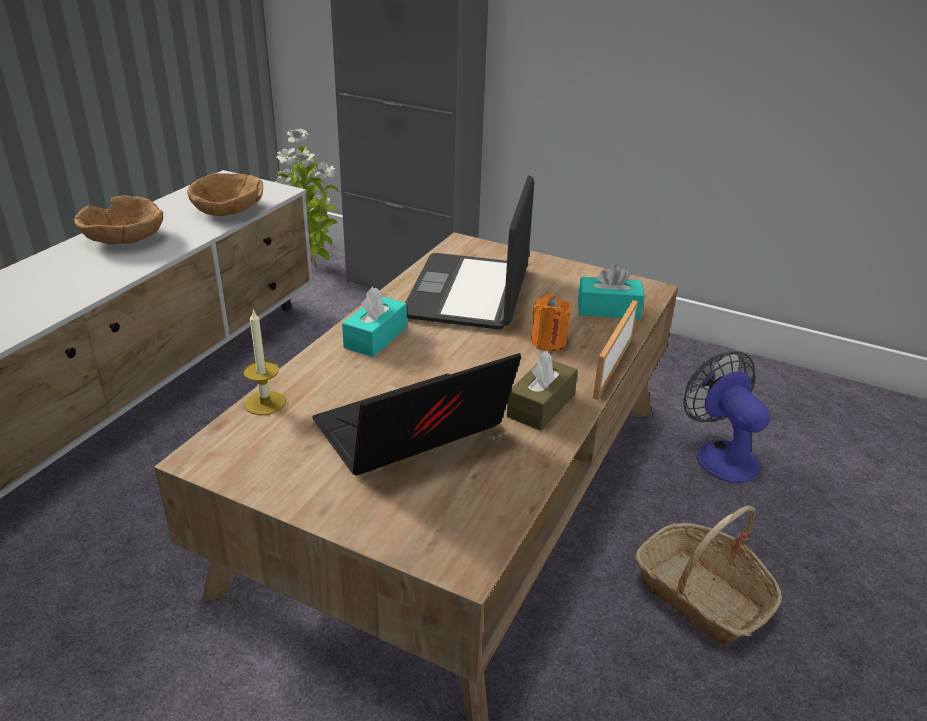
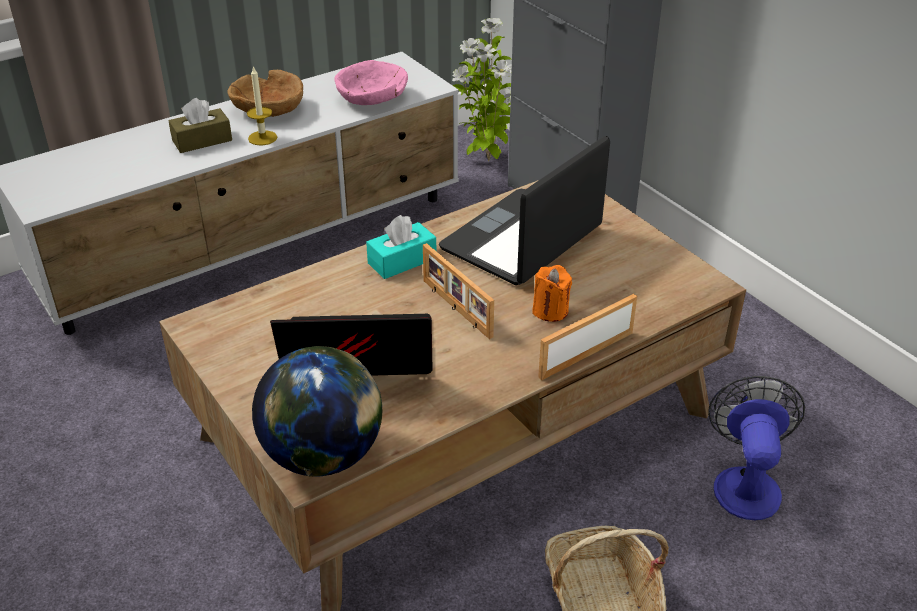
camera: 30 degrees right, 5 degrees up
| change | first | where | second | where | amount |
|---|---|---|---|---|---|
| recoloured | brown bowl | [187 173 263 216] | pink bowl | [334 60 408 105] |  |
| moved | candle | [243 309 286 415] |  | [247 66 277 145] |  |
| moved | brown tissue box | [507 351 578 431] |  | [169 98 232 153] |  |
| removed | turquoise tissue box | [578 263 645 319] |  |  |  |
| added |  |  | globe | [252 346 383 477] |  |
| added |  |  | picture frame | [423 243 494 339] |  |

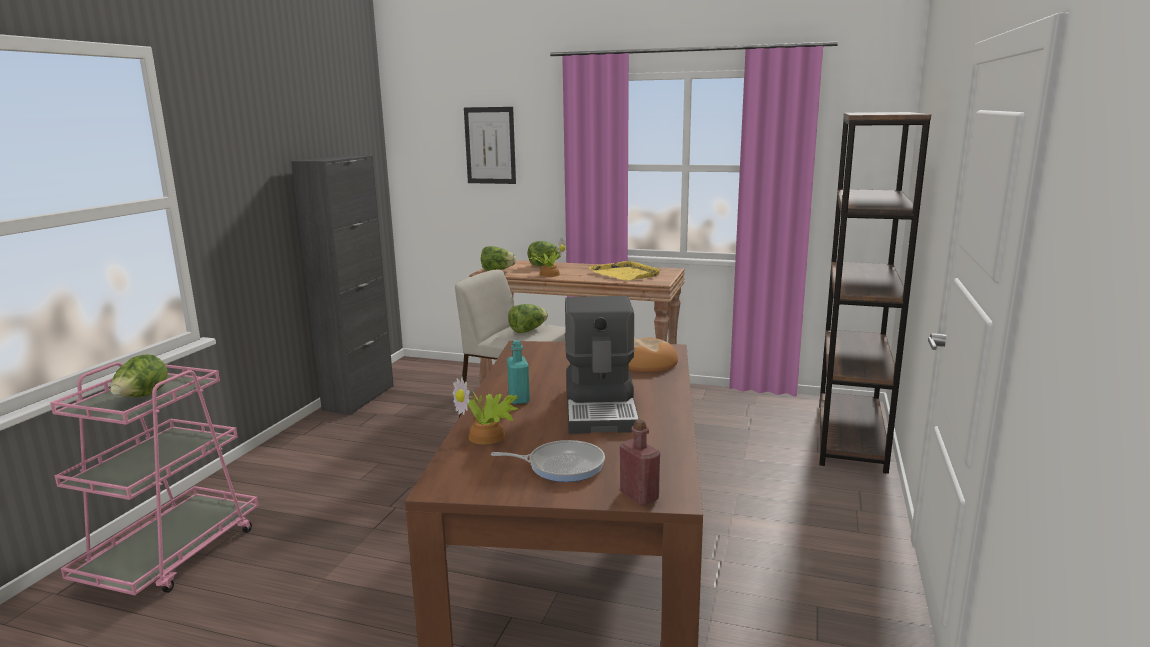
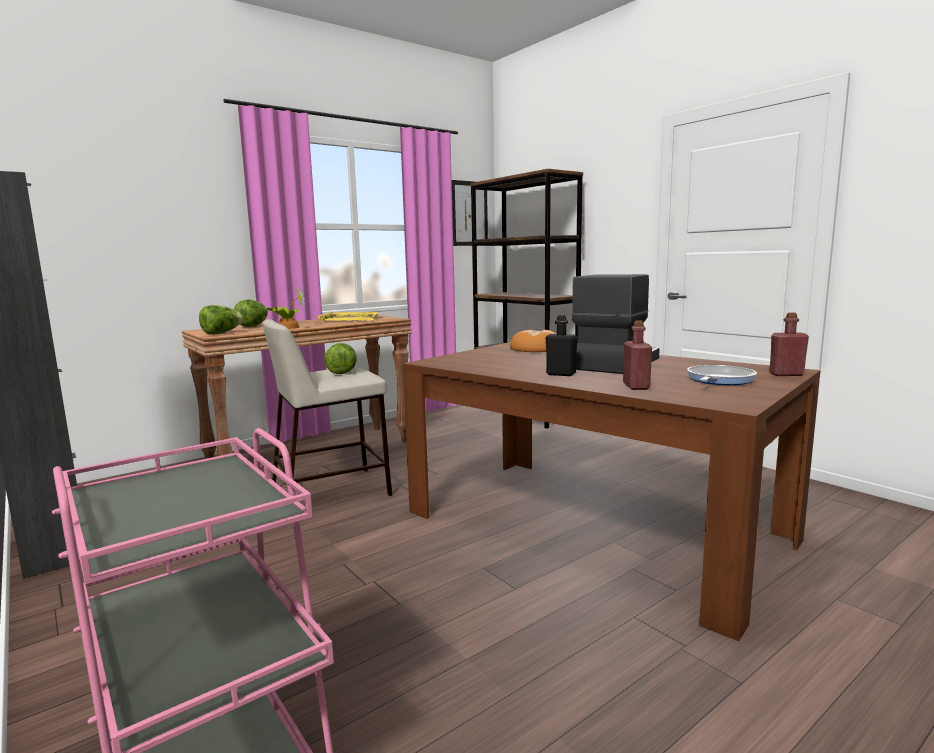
camera: 55 degrees left, 5 degrees down
| change | first | where | second | where | amount |
|---|---|---|---|---|---|
| removed | lettuce | [110 354 168 397] |  |  |  |
| replaced | potted plant | [453 377 518 444] | red bottle | [623 320 652 390] |  |
| moved | picture | [464 107 516 184] |  | [452 180 488 246] |  |
| recoloured | turquoise bottle | [507 340 530 404] | black bottle | [545 315 578 376] |  |
| turned | coffee machine | [565 296 639 434] |  | [572 274 660 374] | 90 degrees counterclockwise |

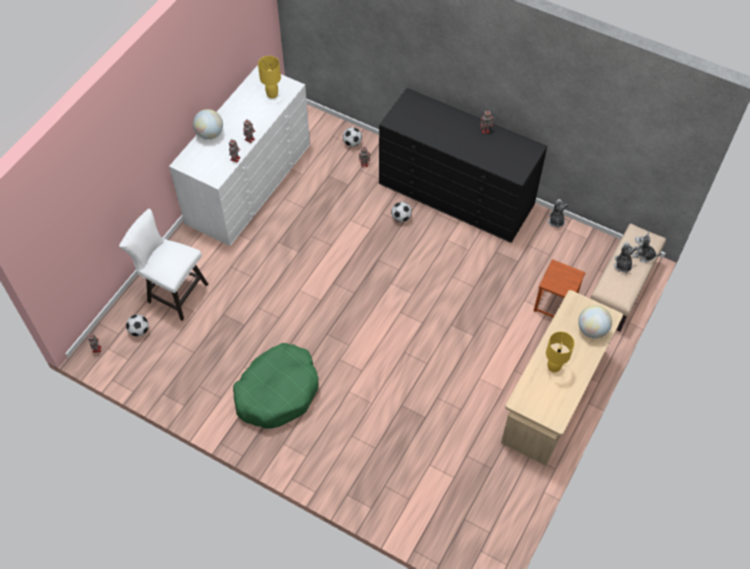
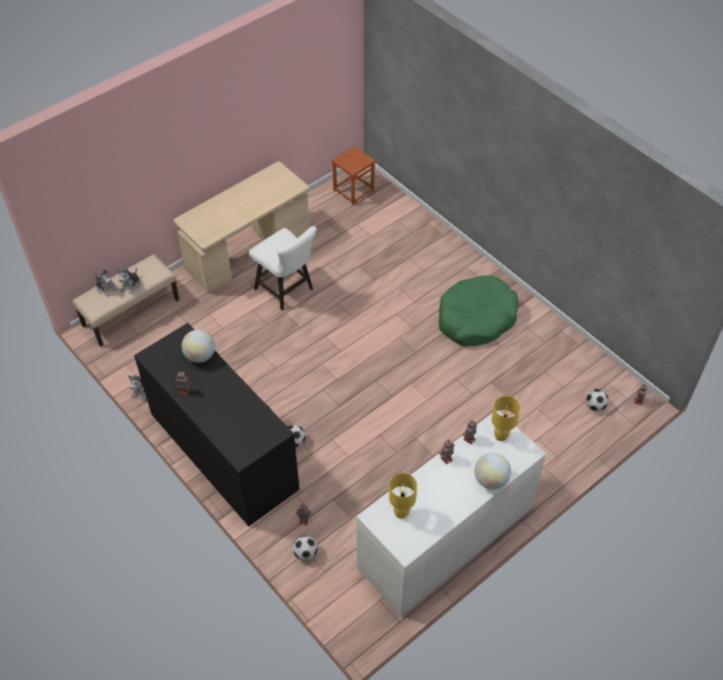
camera: 160 degrees left, 5 degrees down
| change | first | where | second | where | amount |
|---|---|---|---|---|---|
| moved | white chair | [119 209 208 321] |  | [249 226 317 311] |  |
| moved | brown stool | [533 259 585 318] |  | [332 146 375 205] |  |
| moved | yellow table lamp | [546 331 575 372] |  | [492 396 520 441] |  |
| moved | globe | [578 305 612 338] |  | [182 330 215 363] |  |

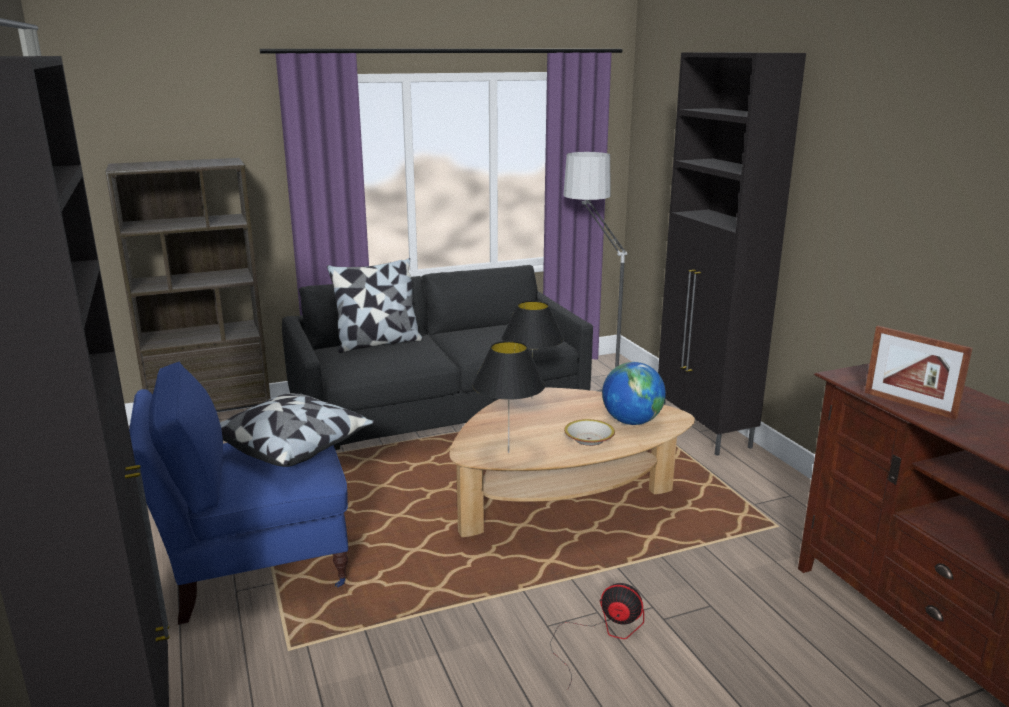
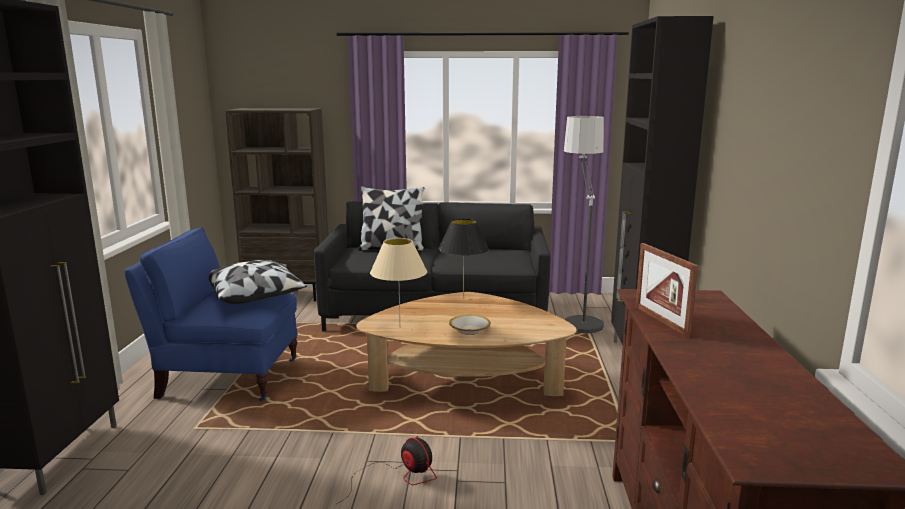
camera: 25 degrees right, 5 degrees down
| change | first | where | second | where | amount |
|---|---|---|---|---|---|
| recoloured | black table lamp | [473 341 545 453] | beige table lamp | [370 238 427 321] |  |
| removed | globe | [602 362 666 425] |  |  |  |

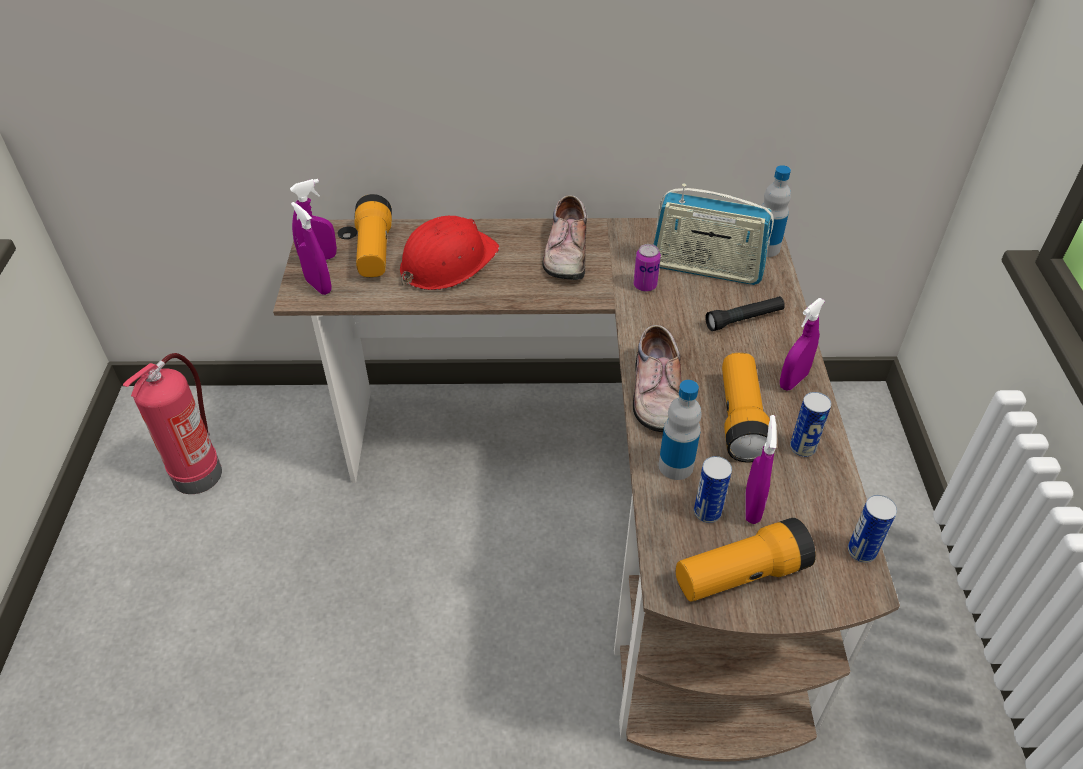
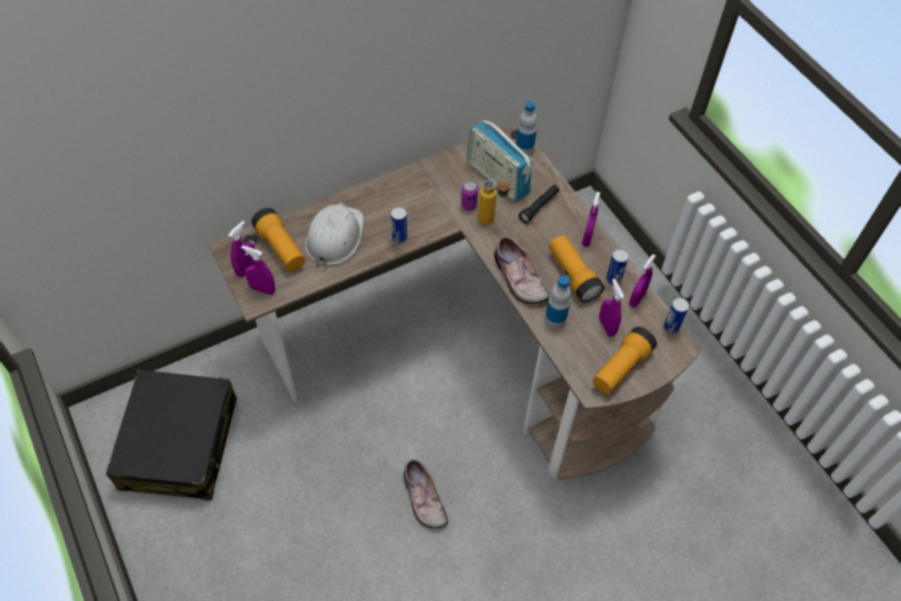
camera: 30 degrees left, 10 degrees up
| change | first | where | second | where | amount |
|---|---|---|---|---|---|
| replaced | fire extinguisher | [123 353 222 494] | black suitcase | [106 370 237 500] |  |
| recoloured | red hard hat | [400 216 500 290] | white hard hat | [305 203 364 267] |  |
| moved | shoe | [542 195 587 280] |  | [404 459 448 529] |  |
| turned | radio | [653 183 774 285] |  | [467 120 532 202] | 60 degrees clockwise |
| moved | can | [694 456 732 523] |  | [391 207 407 244] |  |
| added |  |  | bottle | [478 180 511 225] |  |
| added |  |  | purple spray bottle | [629 254 656 307] |  |

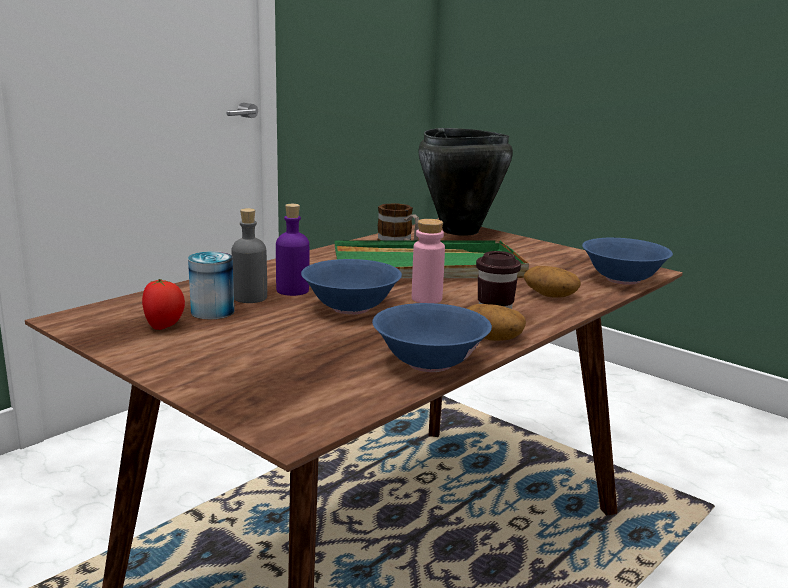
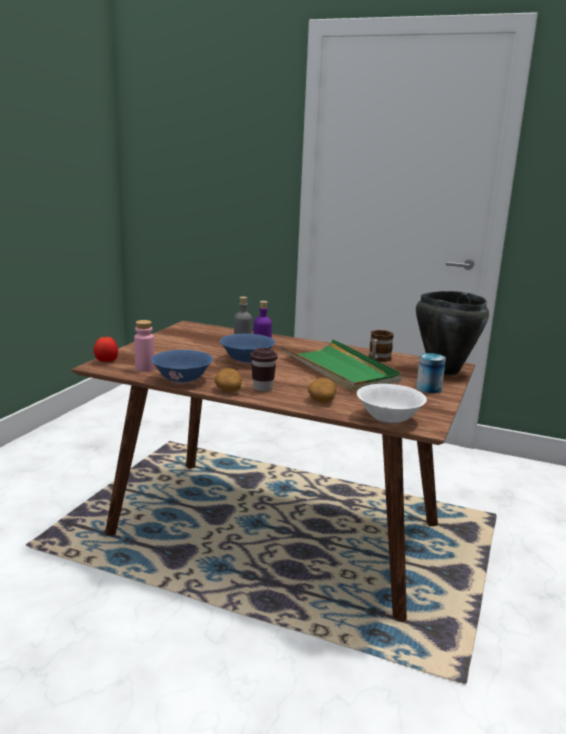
camera: 70 degrees right, 0 degrees up
| change | first | where | second | where | amount |
|---|---|---|---|---|---|
| moved | tomato | [142 279 185 330] |  | [94 336 118 362] |  |
| moved | can | [188 251 234 319] |  | [416 353 446 394] |  |
| moved | pink bottle | [412 219 445 303] |  | [134 320 155 372] |  |
| recoloured | blue bowl | [582 238 673 285] | white bowl | [357 384 427 424] |  |

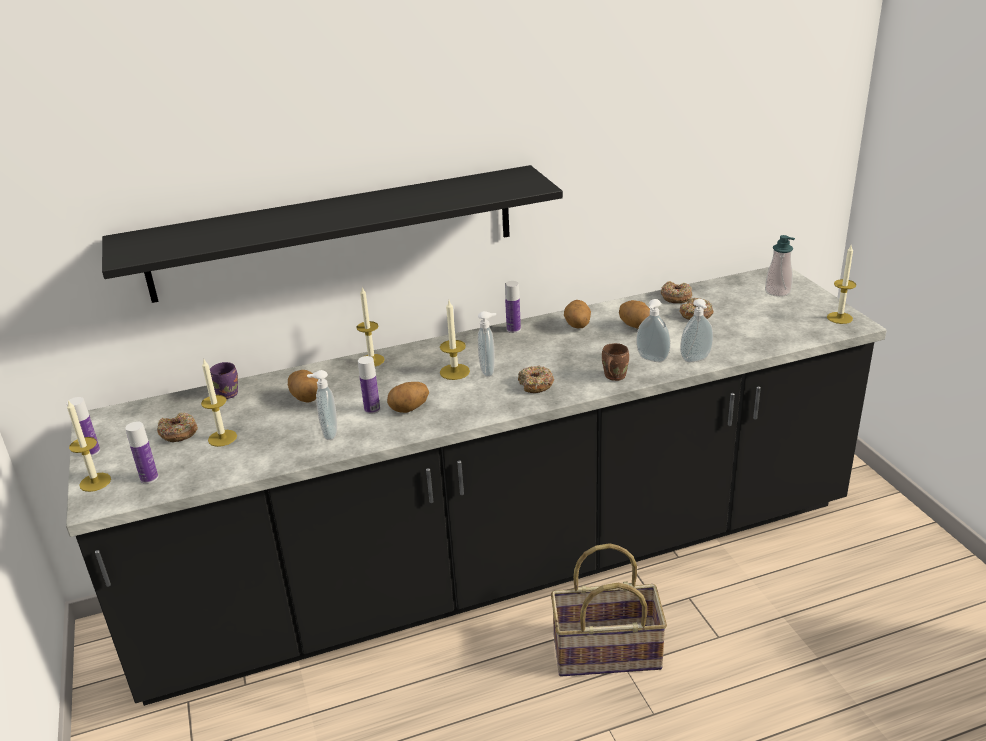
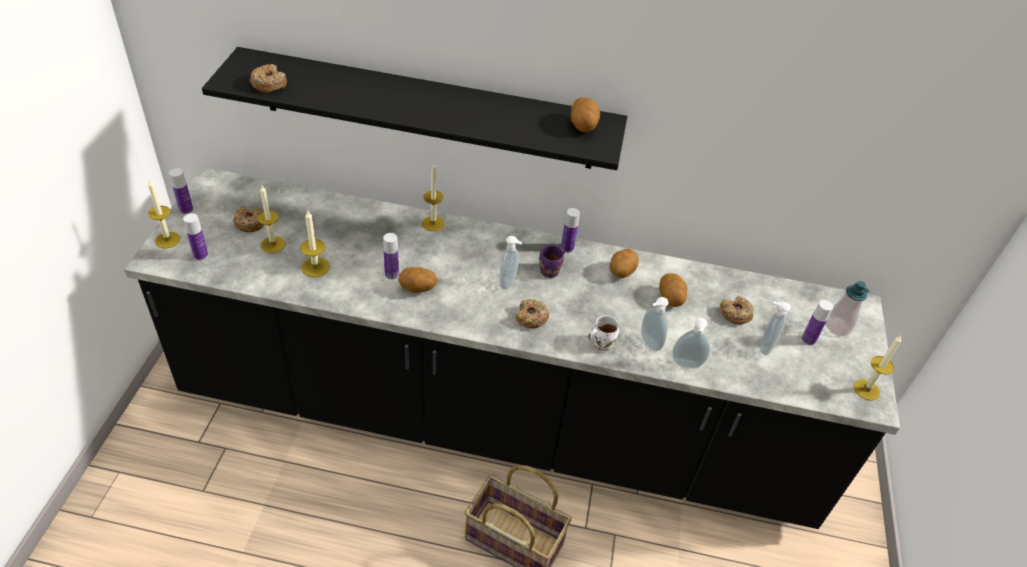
camera: 25 degrees right, 15 degrees up
| change | first | where | second | where | amount |
|---|---|---|---|---|---|
| moved | purple mug | [210 362 238 399] |  | [539 245 565 278] |  |
| moved | potato | [288 370 318 403] |  | [571 98 600 132] |  |
| moved | soap dispenser | [307 370 337 440] |  | [760 301 791 355] |  |
| moved | candle | [440 300 470 380] |  | [300 211 330 277] |  |
| recoloured | brown mug | [602 343 629 381] | white mug | [589 315 619 351] |  |
| moved | donut | [661 281 692 303] |  | [250 64 287 93] |  |
| added |  |  | bottle | [801 300 833 346] |  |

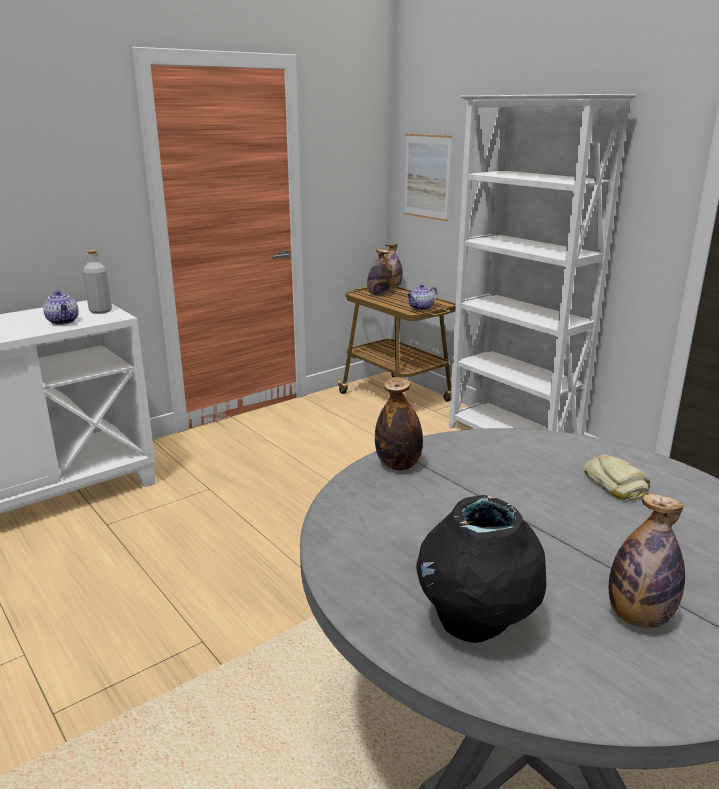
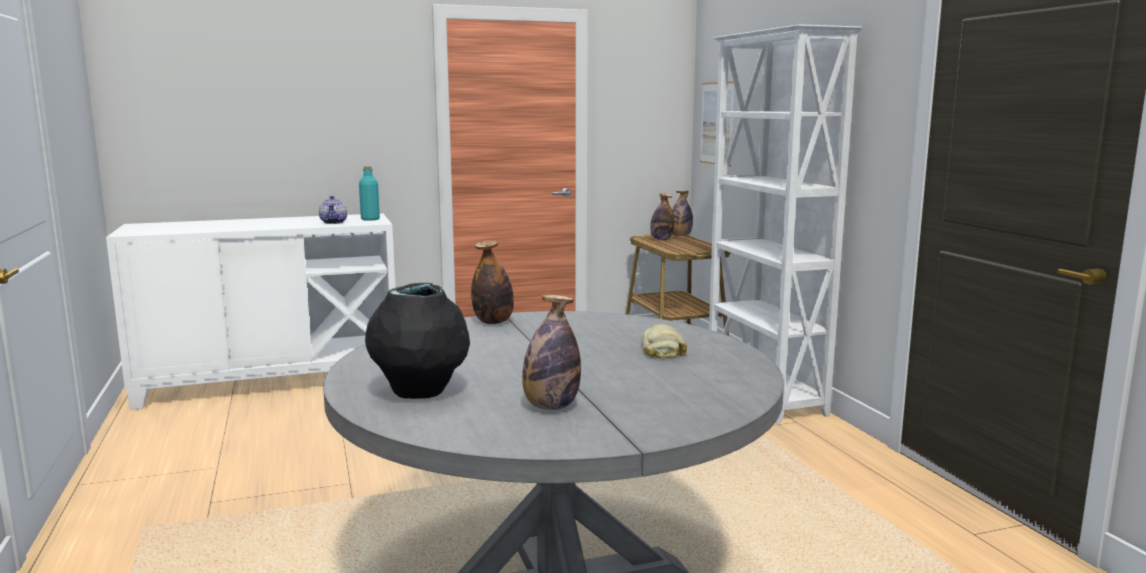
camera: 20 degrees right, 10 degrees down
| change | first | where | second | where | amount |
|---|---|---|---|---|---|
| recoloured | grey bottle | [83 250 112 314] | turquoise bottle | [359 166 380 221] |  |
| removed | teapot | [406 284 437 311] |  |  |  |

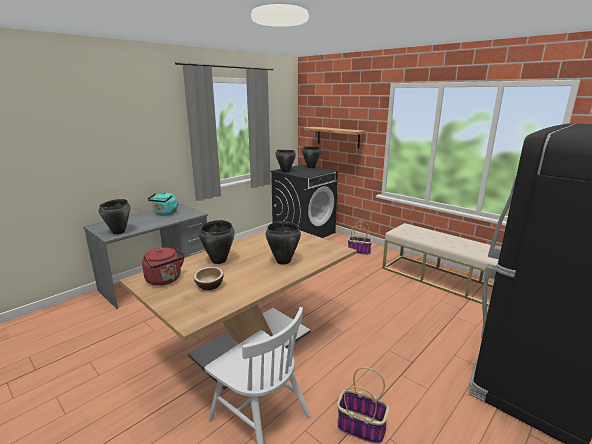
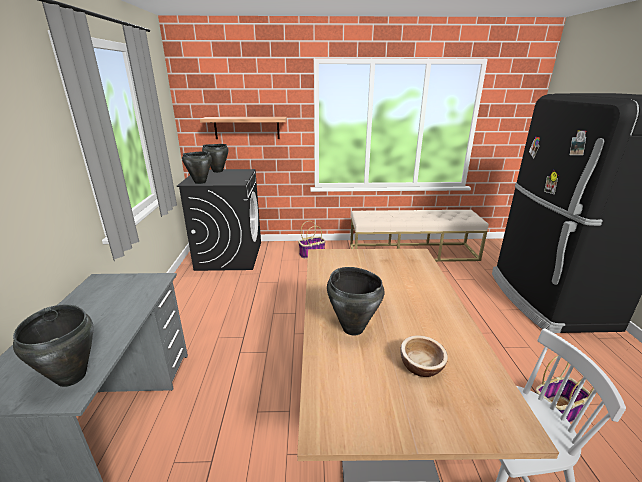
camera: 45 degrees left, 5 degrees up
| change | first | where | second | where | amount |
|---|---|---|---|---|---|
| removed | red kettle | [142 246 185 286] |  |  |  |
| removed | turquoise kettle | [148 192 179 215] |  |  |  |
| removed | black cooking pot | [266 221 301 265] |  |  |  |

